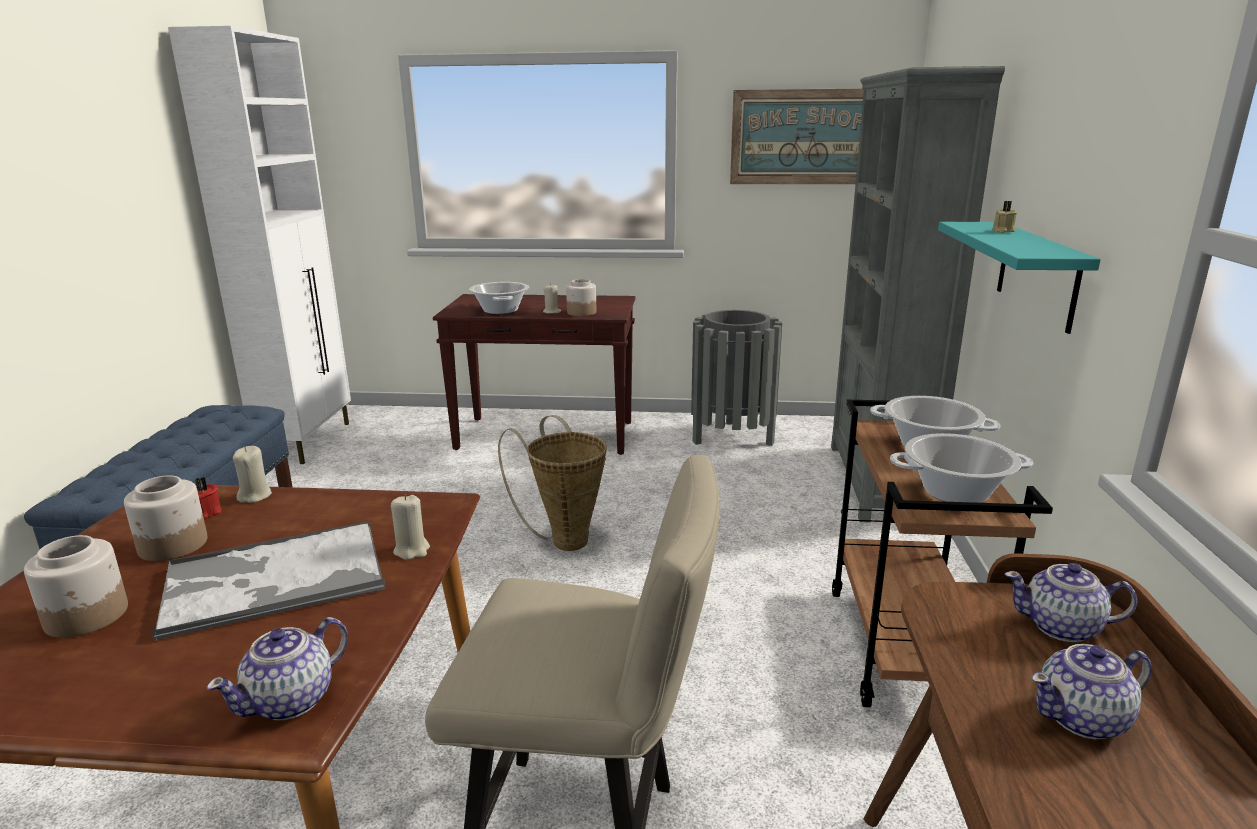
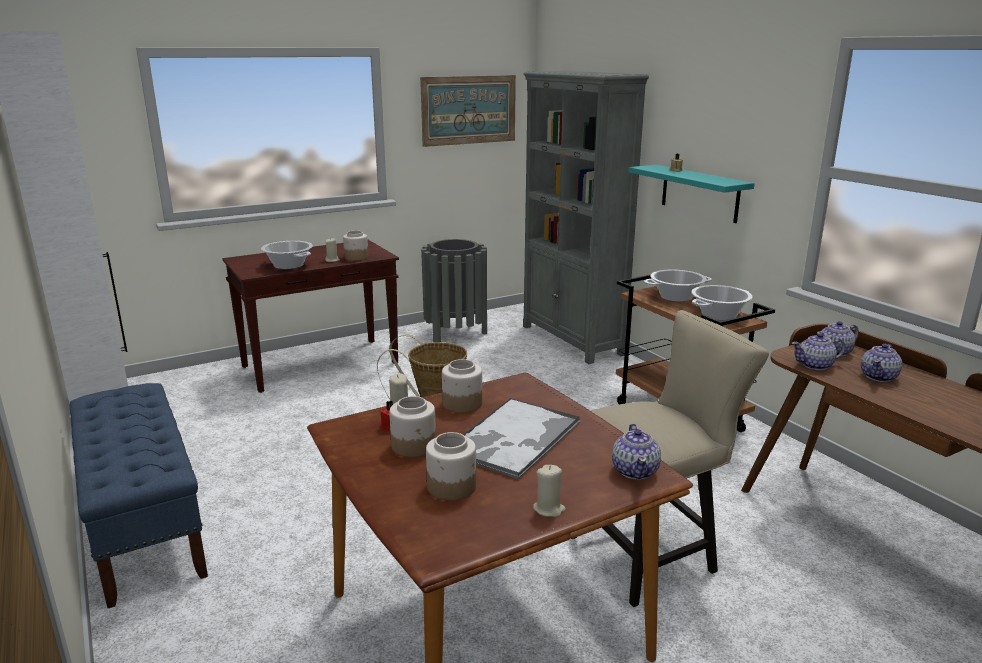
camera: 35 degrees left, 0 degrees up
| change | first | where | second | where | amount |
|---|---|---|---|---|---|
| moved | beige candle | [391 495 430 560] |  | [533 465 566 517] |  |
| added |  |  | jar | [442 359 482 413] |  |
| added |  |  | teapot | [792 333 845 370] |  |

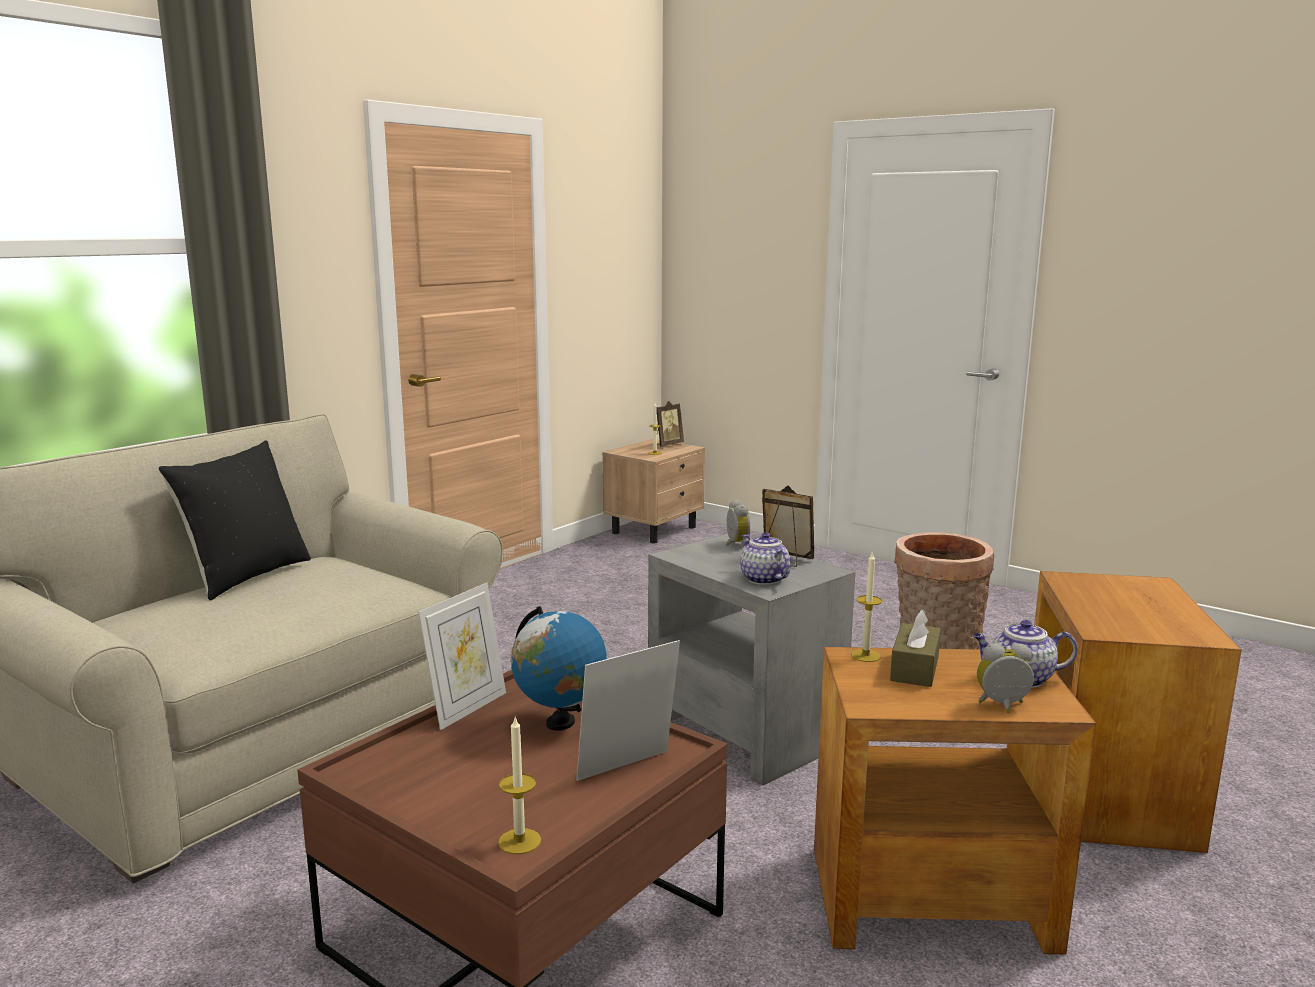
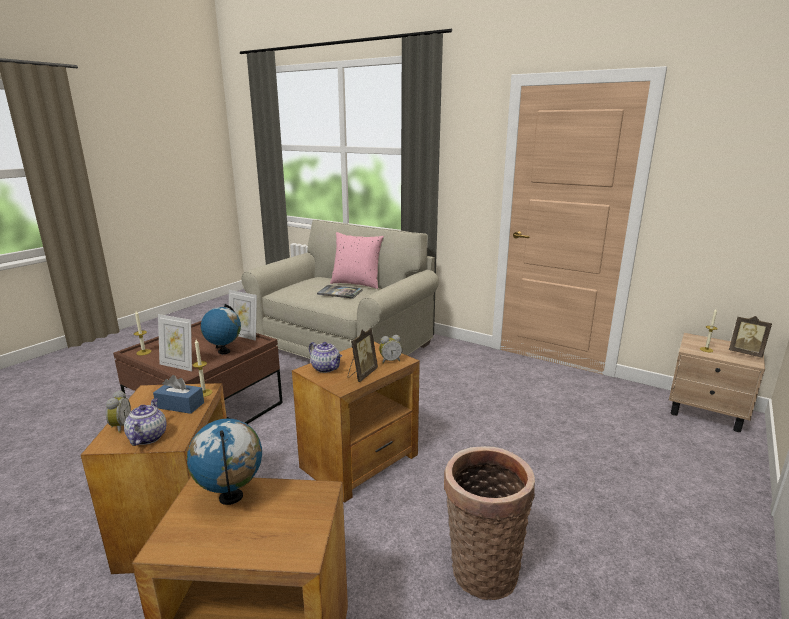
camera: 85 degrees right, 5 degrees up
| change | first | where | second | where | amount |
|---|---|---|---|---|---|
| recoloured | black pillow | [158 440 311 600] | pink pillow | [330 232 384 289] |  |
| turned | picture frame | [576 640 680 781] |  | [158 314 192 371] | 150 degrees clockwise |
| recoloured | grey side table | [648 534 855 786] | brown side table | [292 342 420 503] |  |
| turned | teapot | [740 532 791 585] |  | [309 342 342 373] | 75 degrees clockwise |
| recoloured | brown tissue box | [890 609 941 687] | blue tissue box | [153 375 204 414] |  |
| added |  |  | globe | [187 419 262 505] |  |
| added |  |  | book | [317 285 363 299] |  |

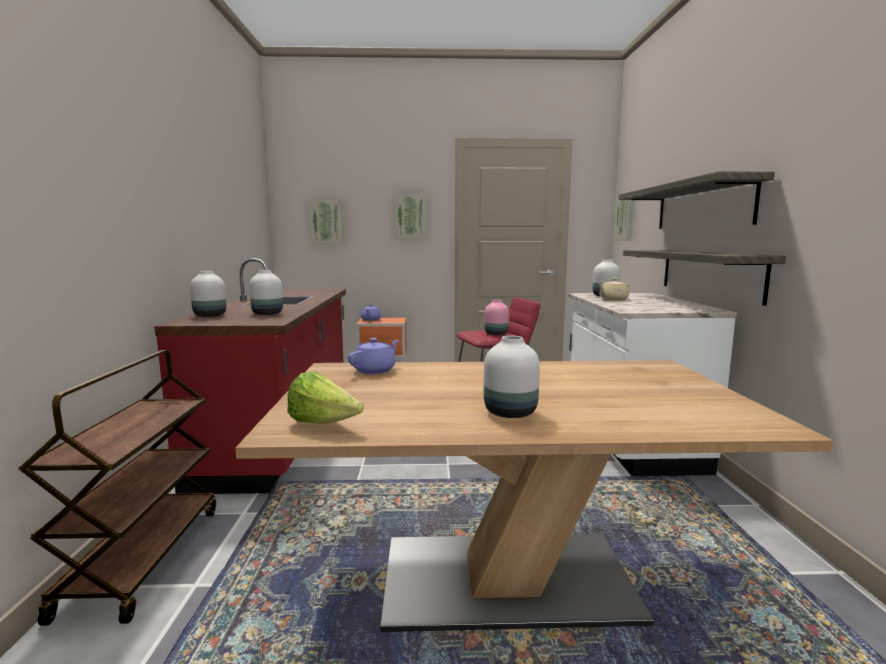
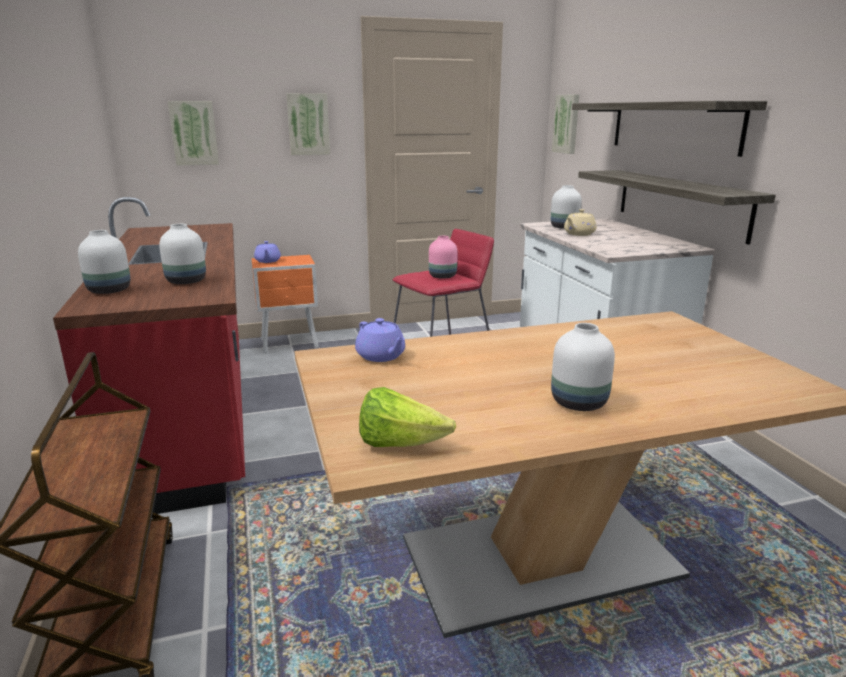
camera: 15 degrees left, 10 degrees up
| change | first | where | second | where | amount |
|---|---|---|---|---|---|
| turned | purple teapot | [348 338 399 374] |  | [355 318 405 362] | 120 degrees clockwise |

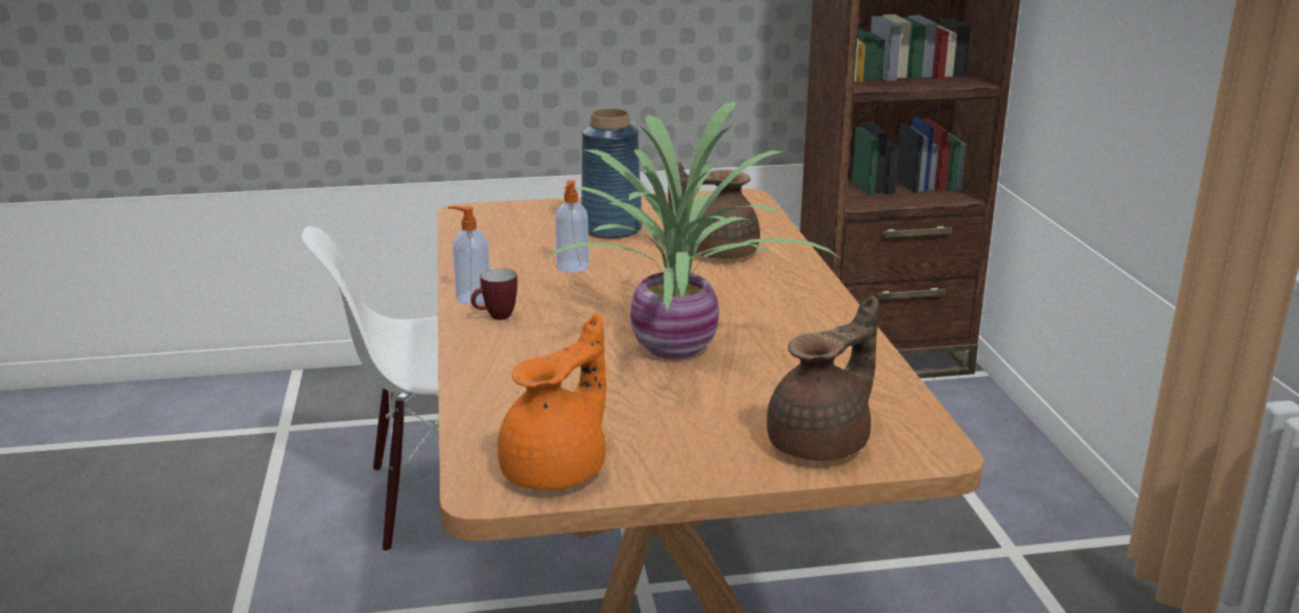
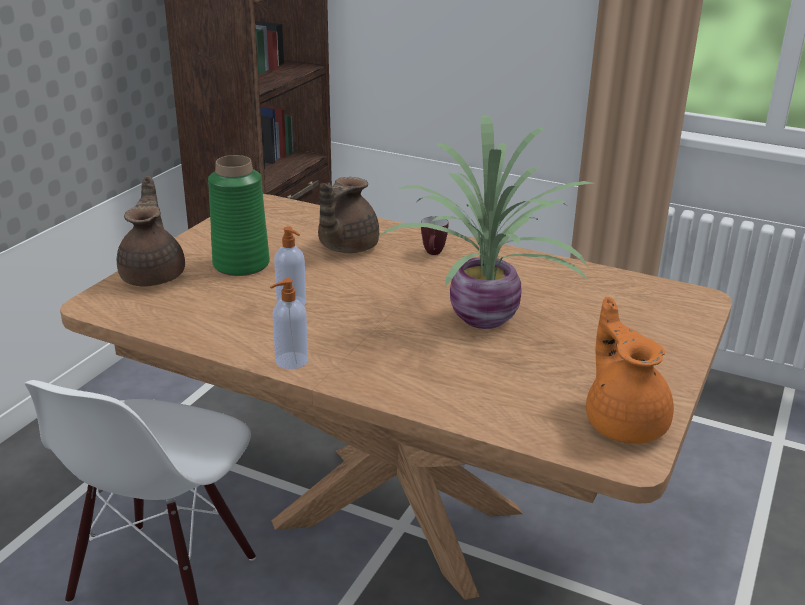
camera: 55 degrees left, 5 degrees up
| change | first | where | second | where | amount |
|---|---|---|---|---|---|
| moved | mug | [471 268 518 320] |  | [421 216 448 255] |  |
| recoloured | blue vase | [581 109 642 239] | green vase | [208 155 270 276] |  |
| moved | brown teapot | [767 296 879 461] |  | [117 176 185 287] |  |

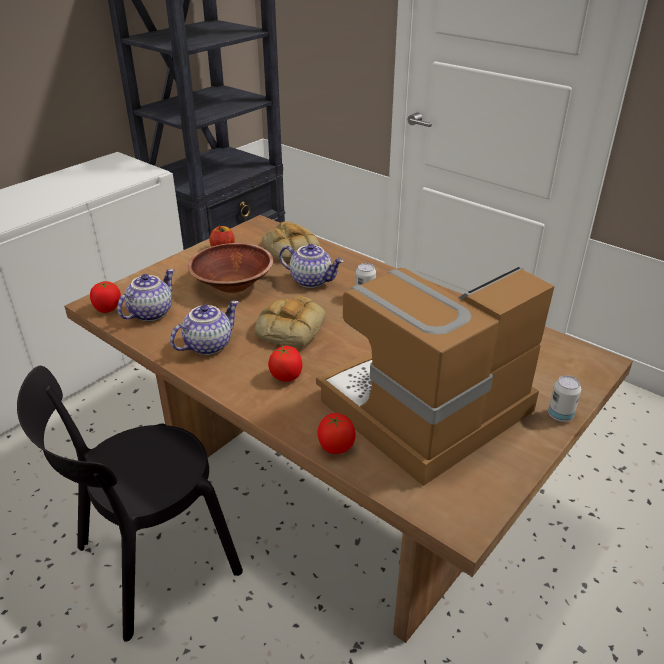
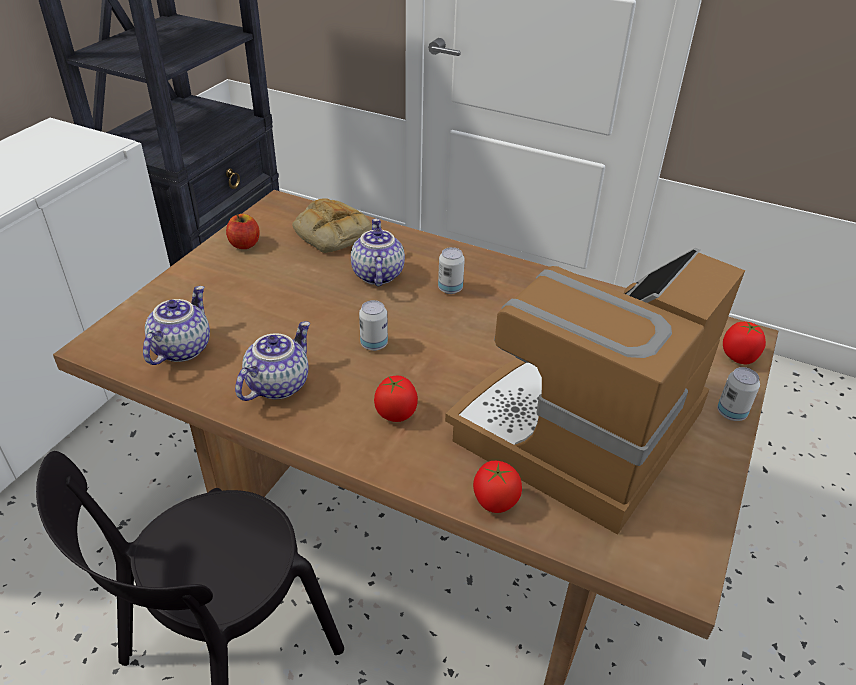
camera: 15 degrees left, 5 degrees up
| change | first | where | second | where | amount |
|---|---|---|---|---|---|
| moved | tomato | [90 281 121 313] |  | [723 321 766 364] |  |
| removed | brown bowl | [188 243 273 293] |  |  |  |
| replaced | bread | [255 295 326 348] | can | [359 300 388 351] |  |
| turned | teapot | [279 244 344 288] |  | [351 219 405 286] | 105 degrees counterclockwise |

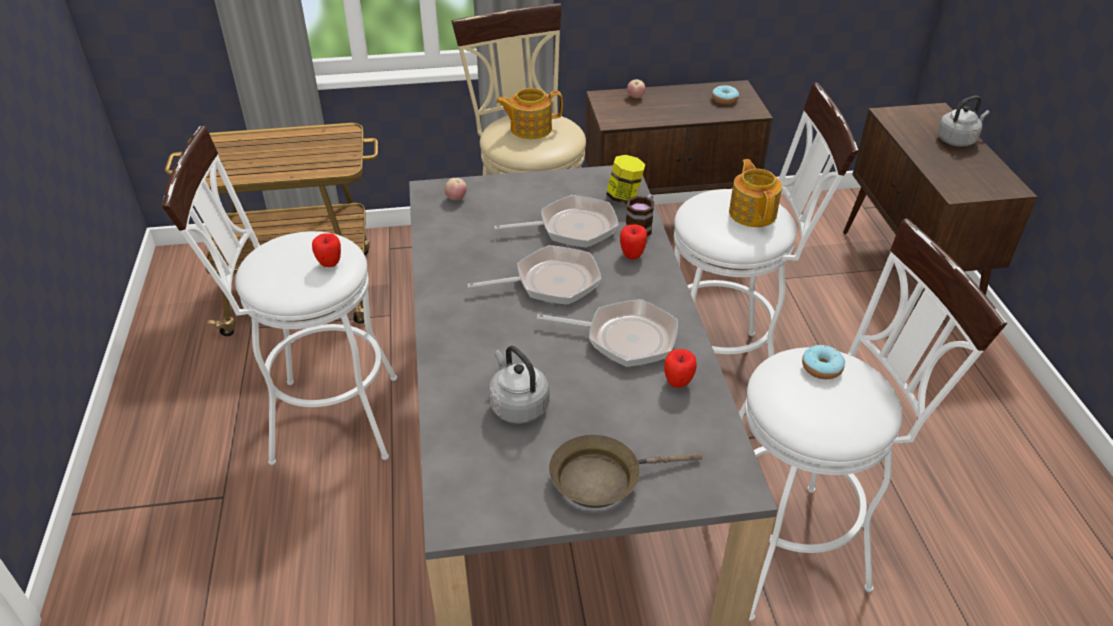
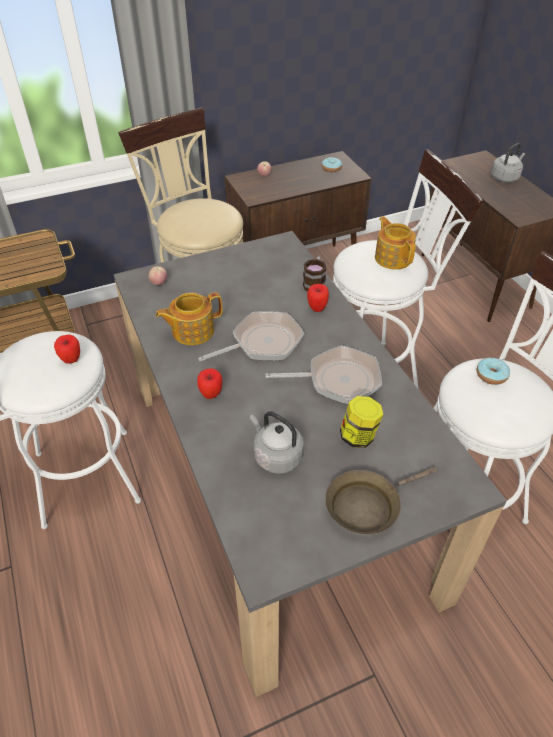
camera: 15 degrees left, 5 degrees up
| change | first | where | second | where | amount |
|---|---|---|---|---|---|
| removed | frying pan | [494 195 619 248] |  |  |  |
| moved | teapot | [496 88 563 139] |  | [155 292 222 345] |  |
| moved | jar | [606 155 645 204] |  | [340 396 383 448] |  |
| moved | apple | [664 349 697 388] |  | [197 368 222 399] |  |

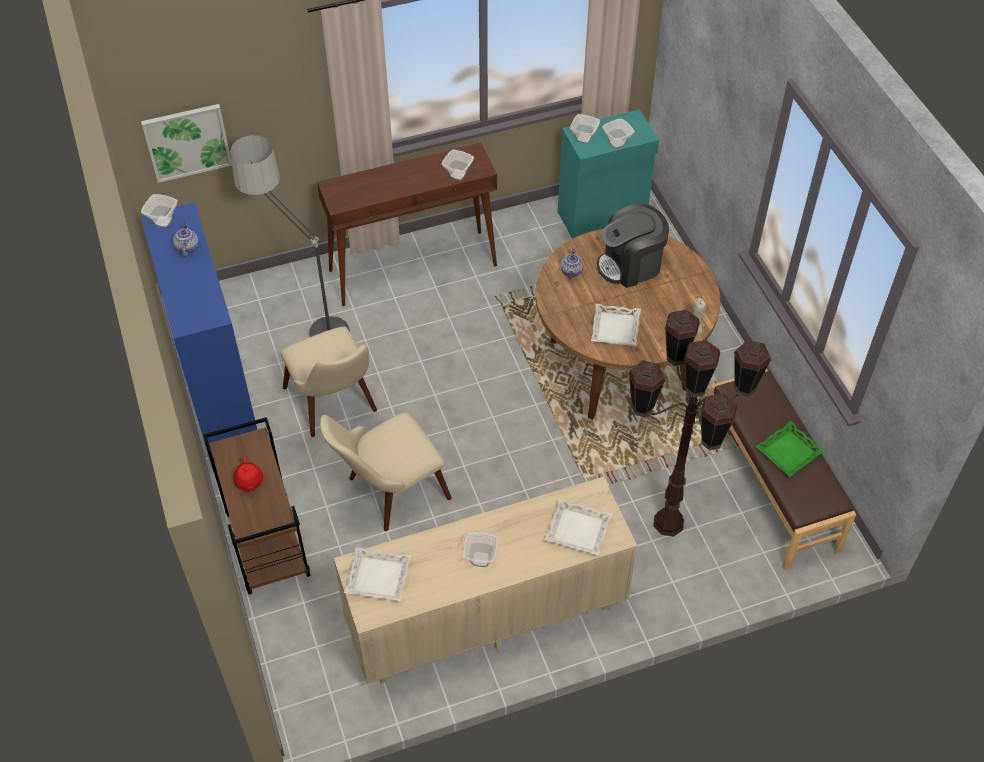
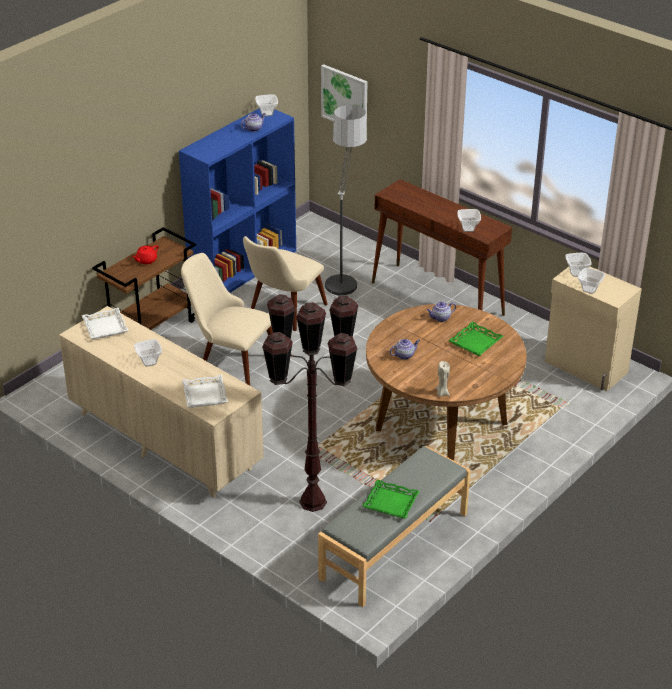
camera: 60 degrees right, 15 degrees down
| change | first | where | second | where | amount |
|---|---|---|---|---|---|
| recoloured | turquoise cabinet | [558 109 659 239] | beige cabinet | [545 267 642 391] |  |
| replaced | white tray | [591 304 641 346] | teapot | [390 339 420 360] |  |
| replaced | coffee machine | [597 203 669 288] | green tray | [448 321 503 356] |  |
| recoloured | brown bench | [709 369 856 570] | grey bench | [318 446 470 607] |  |

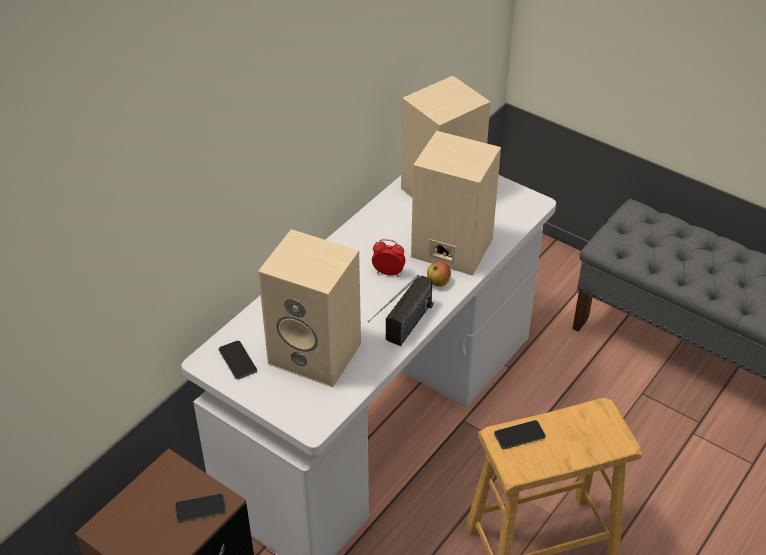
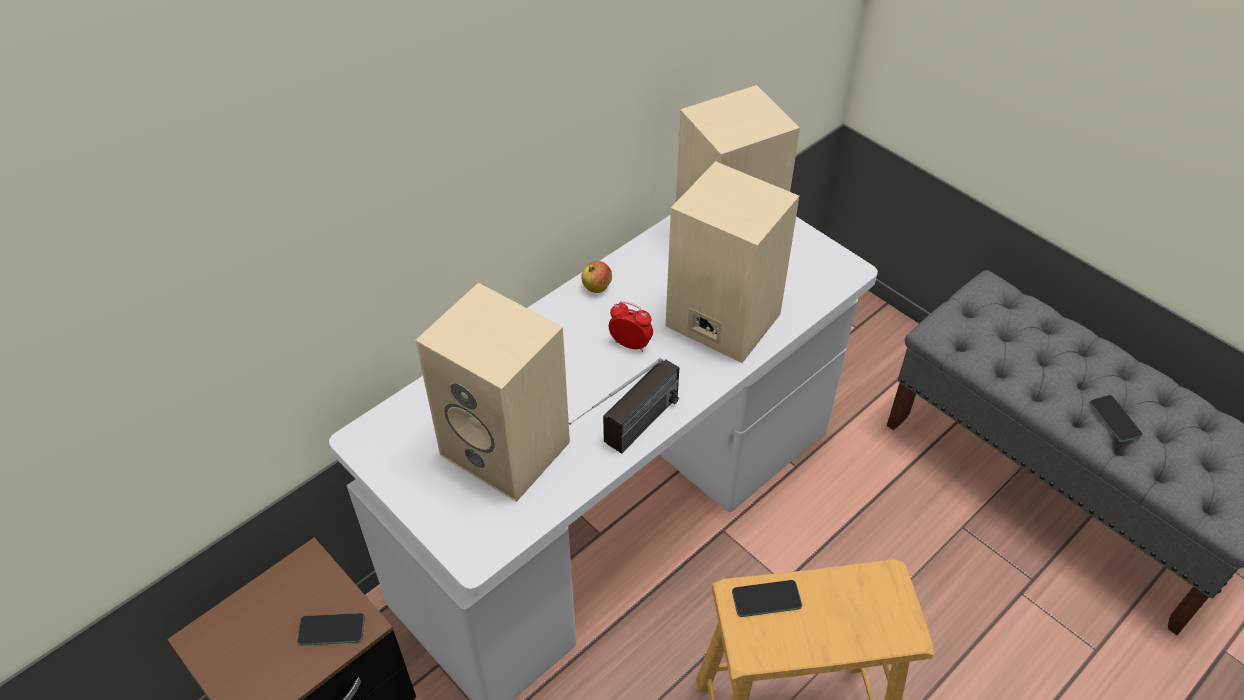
camera: 10 degrees right, 5 degrees up
| change | first | where | second | where | amount |
|---|---|---|---|---|---|
| moved | phone | [219 341 257 379] |  | [1089 395 1143 443] |  |
| moved | apple | [427 261 451 287] |  | [582 261 612 293] |  |

